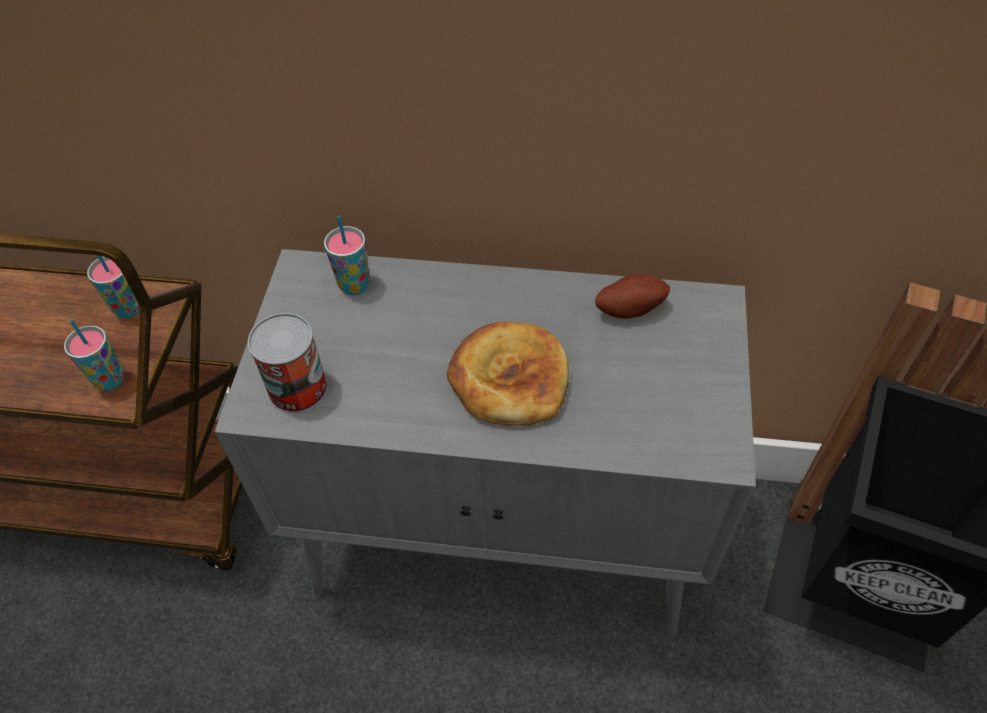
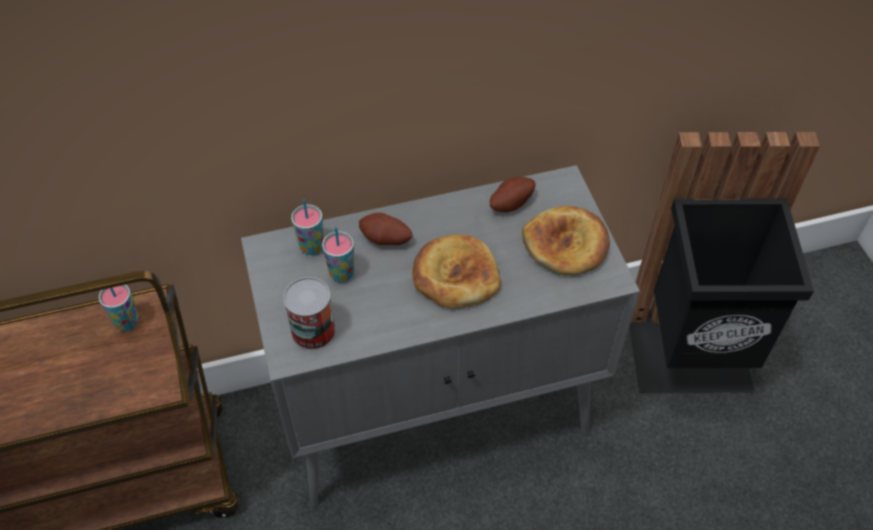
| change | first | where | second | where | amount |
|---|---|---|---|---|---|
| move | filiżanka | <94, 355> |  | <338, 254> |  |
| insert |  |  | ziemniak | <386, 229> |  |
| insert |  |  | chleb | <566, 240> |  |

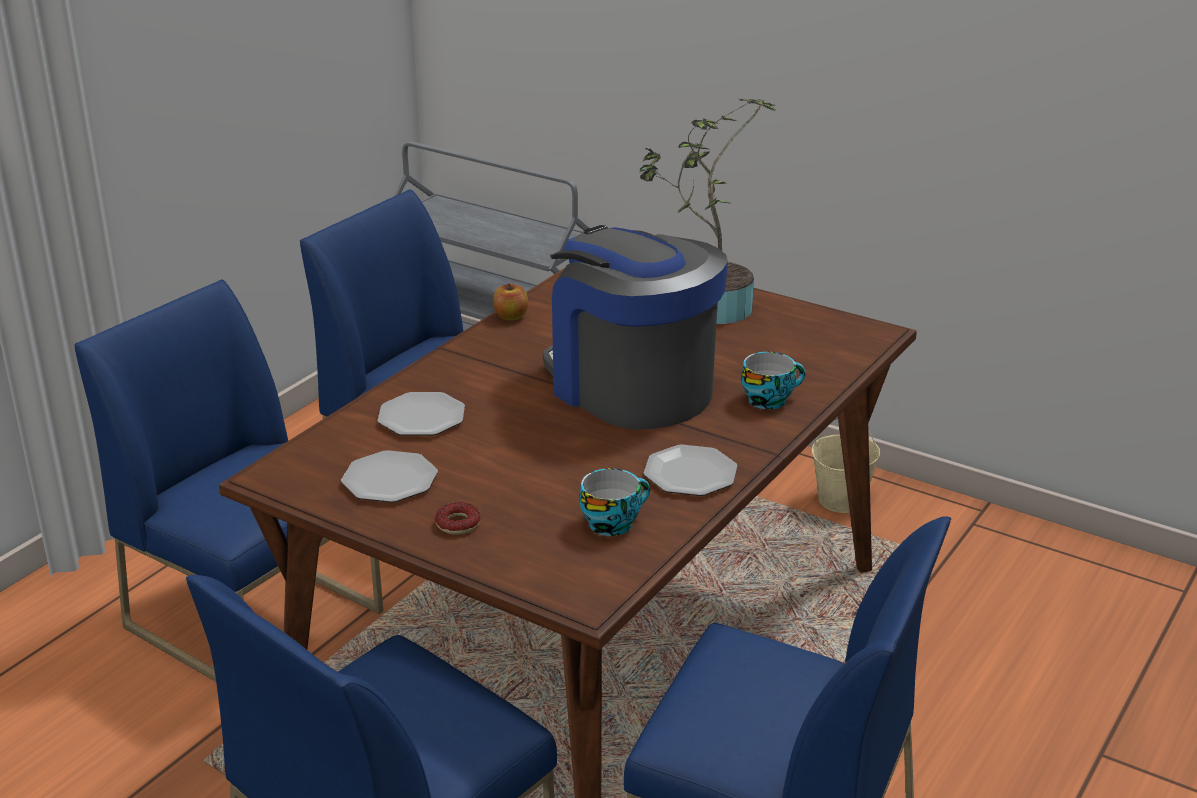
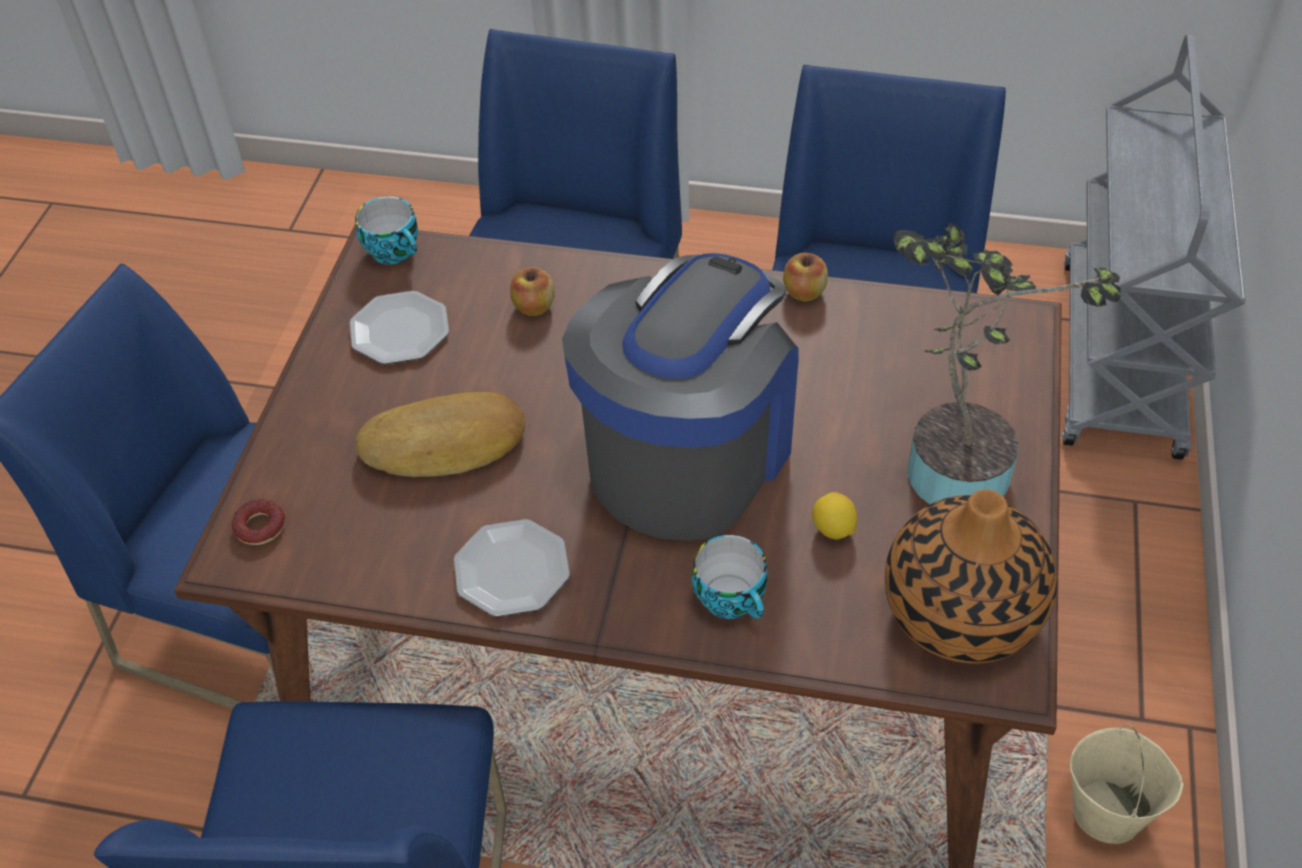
| change | first | where | second | where | amount |
|---|---|---|---|---|---|
| move | donut | <458, 518> |  | <258, 522> |  |
| move | filiżanka | <614, 502> |  | <386, 230> |  |
| insert |  |  | chleb | <440, 434> |  |
| replace | talerz | <421, 414> | jabłko | <532, 291> |  |
| insert |  |  | cytryna | <834, 516> |  |
| insert |  |  | wazon | <971, 576> |  |

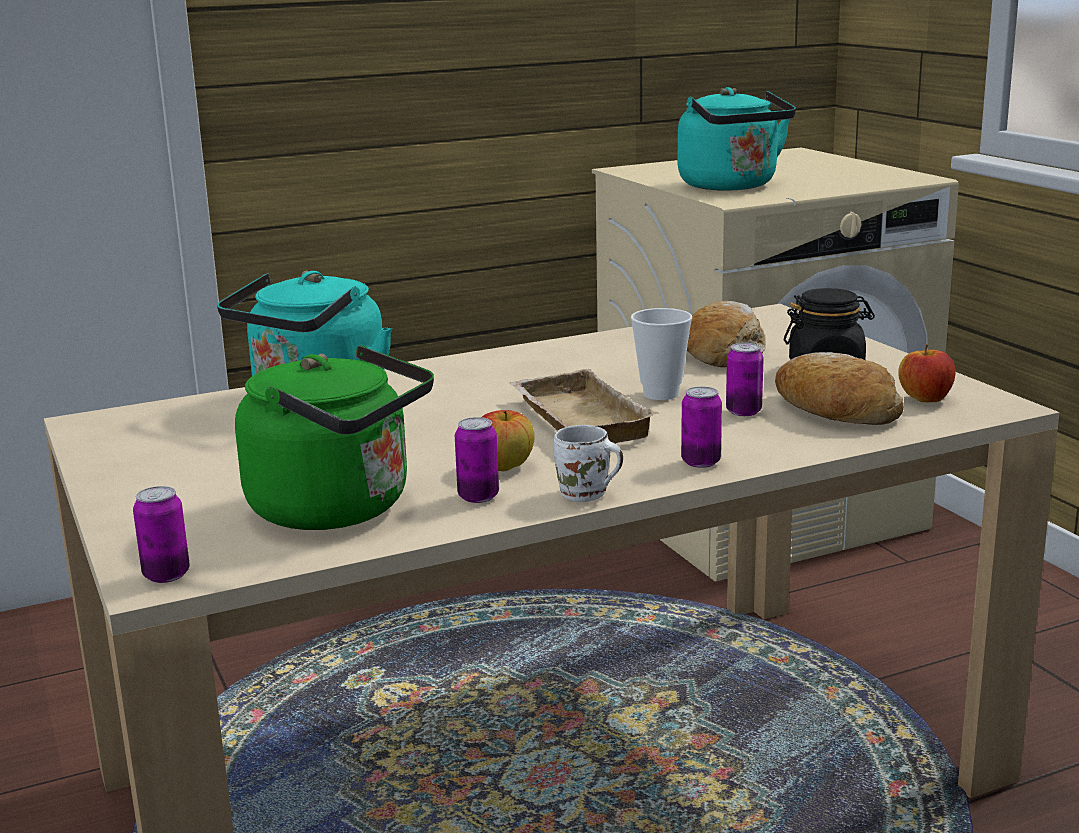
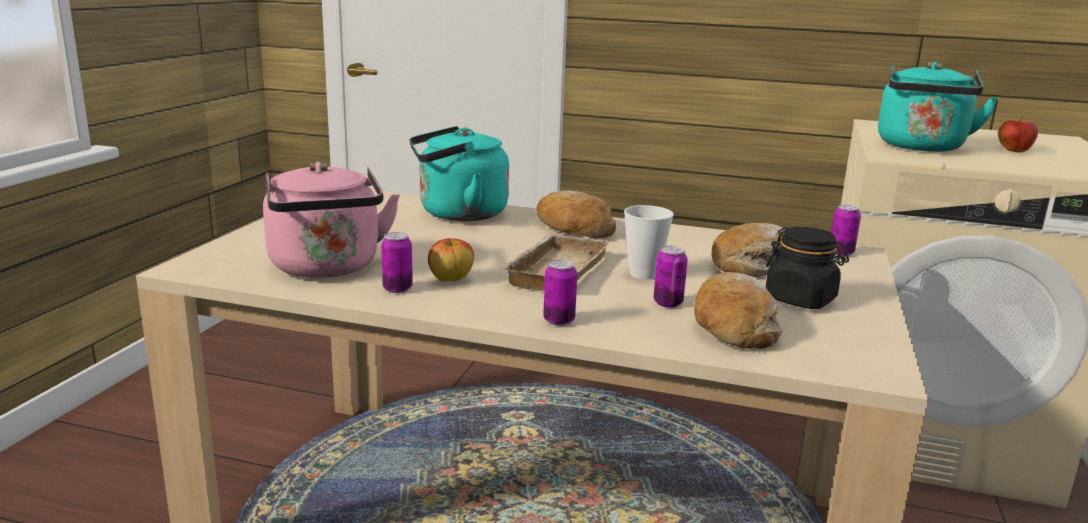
| change | first | where | second | where | amount |
|---|---|---|---|---|---|
| recolor | czajnik (zielony) | <334, 437> | czajnik (różowy) | <331, 220> |  |
| insert |  |  | chleb | <576, 214> |  |
| move | puszka | <161, 534> |  | <846, 230> |  |
| move | jabłko | <926, 373> |  | <1018, 134> |  |
| delete | kubek (biały) | <588, 463> |  |  |  |

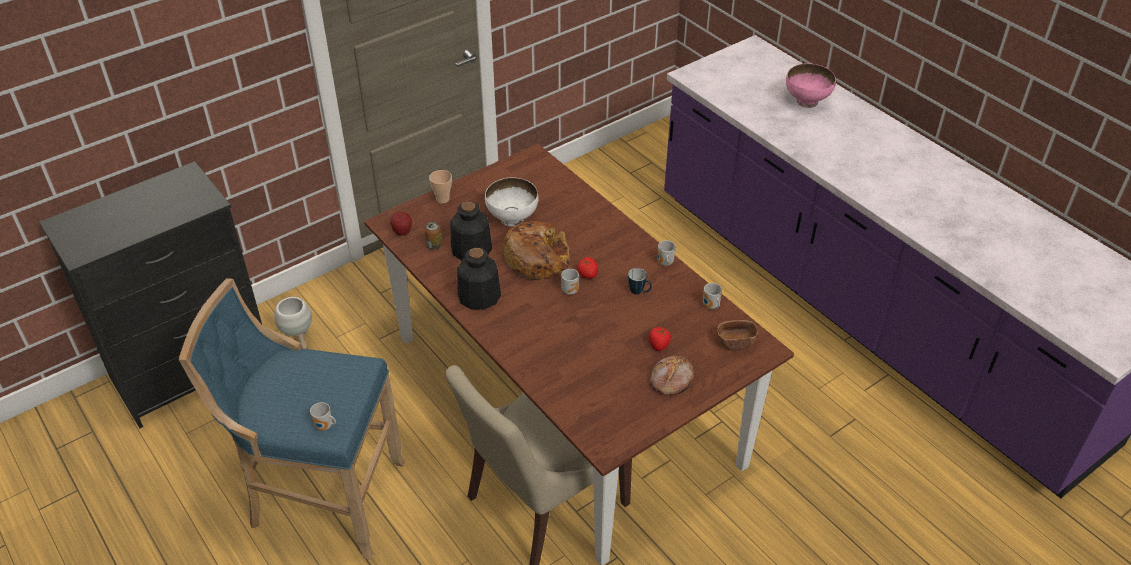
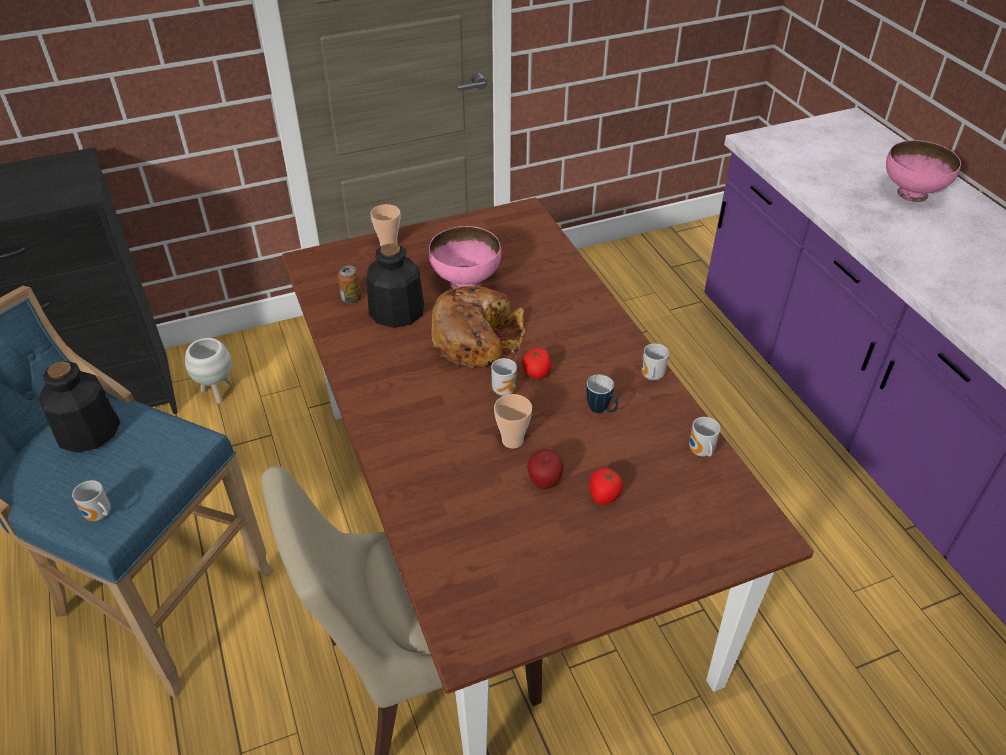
| change | first | where | second | where | amount |
|---|---|---|---|---|---|
| move | butelka | <479, 279> |  | <79, 407> |  |
| recolor | miska (biały) | <512, 201> | miska (różowy) | <464, 257> |  |
| insert |  |  | filiżanka | <513, 421> |  |
| move | jabłko | <401, 224> |  | <545, 469> |  |
| delete | chleb | <672, 375> |  |  |  |
| delete | miska (brązowy) | <737, 335> |  |  |  |

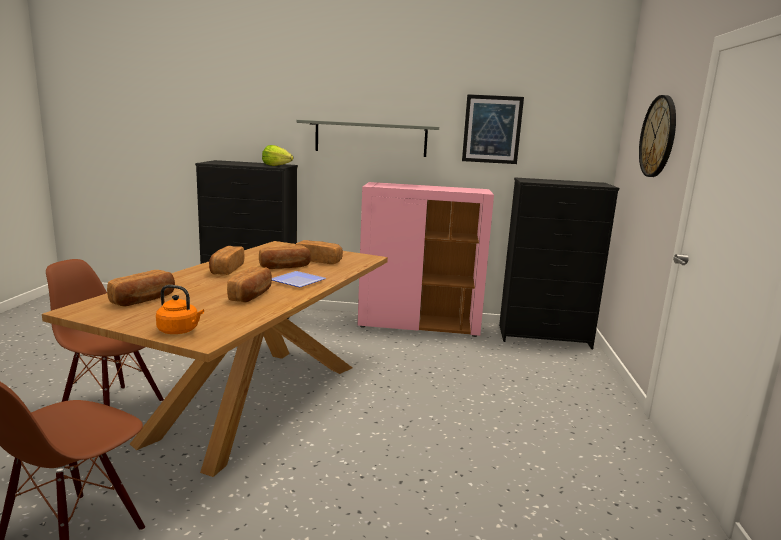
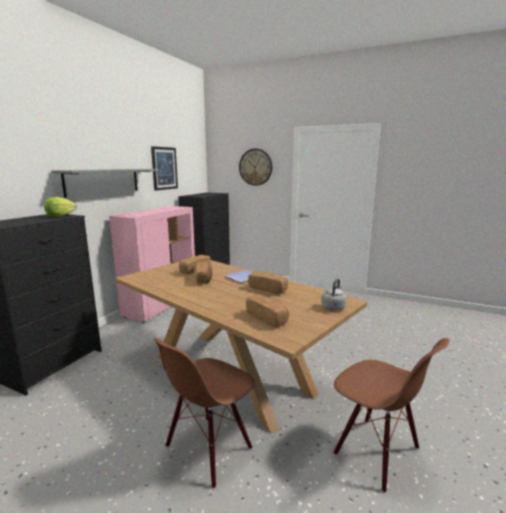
| change | first | where | second | where | amount |
|---|---|---|---|---|---|
| recolor | czajnik (pomarańczowy) | <180, 309> | czajnik (szary) | <334, 294> |  |
| delete | chleb | <226, 260> |  |  |  |

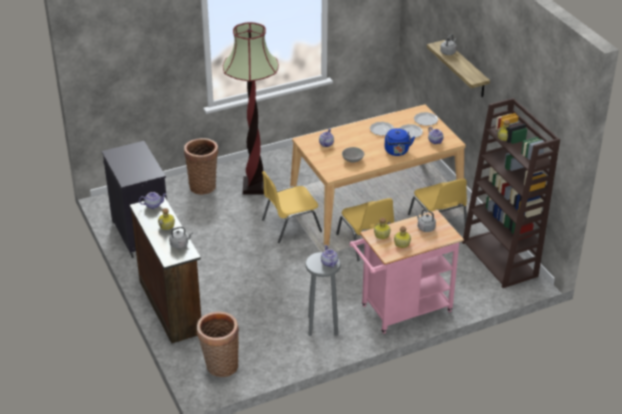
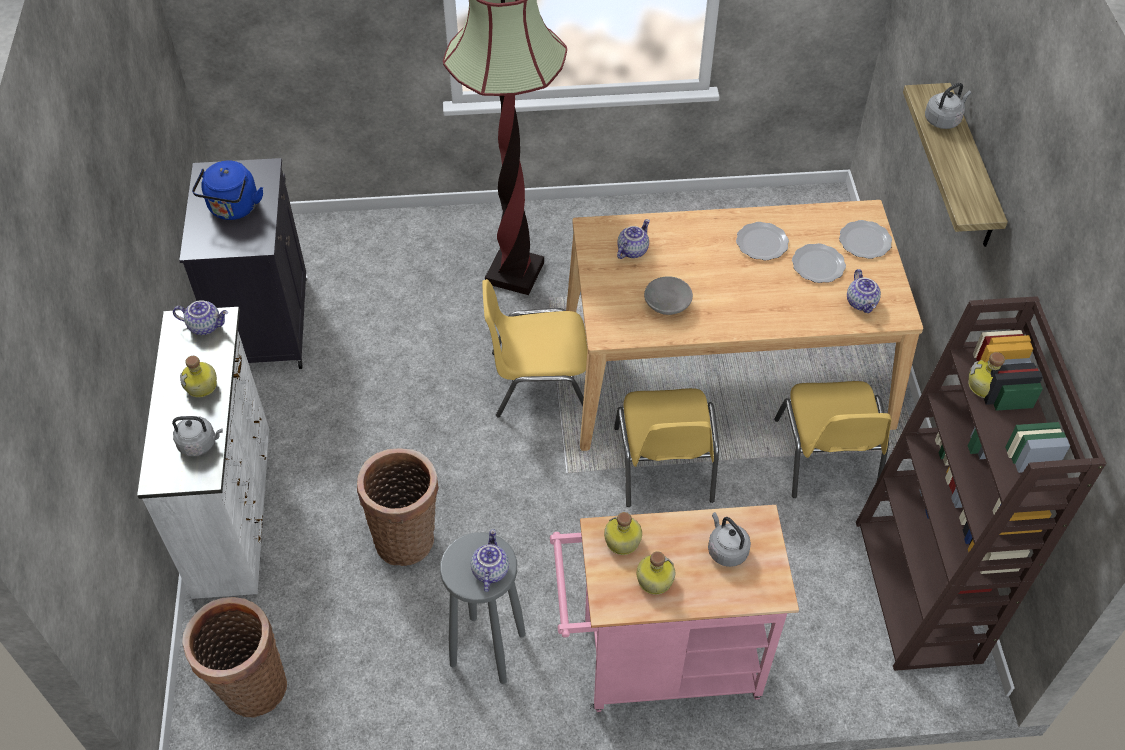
| change | first | where | second | where | amount |
|---|---|---|---|---|---|
| recolor | komoda (brązowy) | <165, 270> | komoda (biały) | <203, 453> |  |
| move | czajnik (niebieski) | <400, 142> |  | <227, 190> |  |
| move | koszyk | <201, 166> |  | <398, 507> |  |

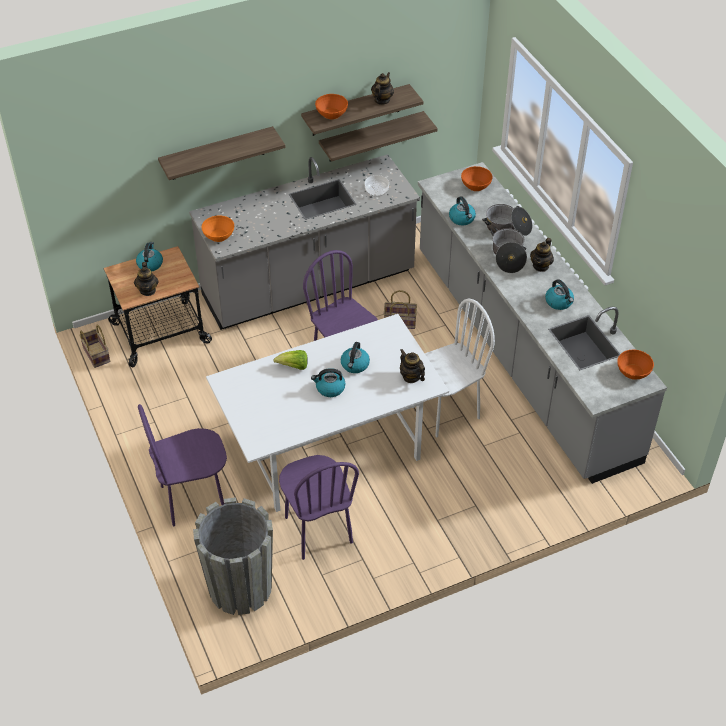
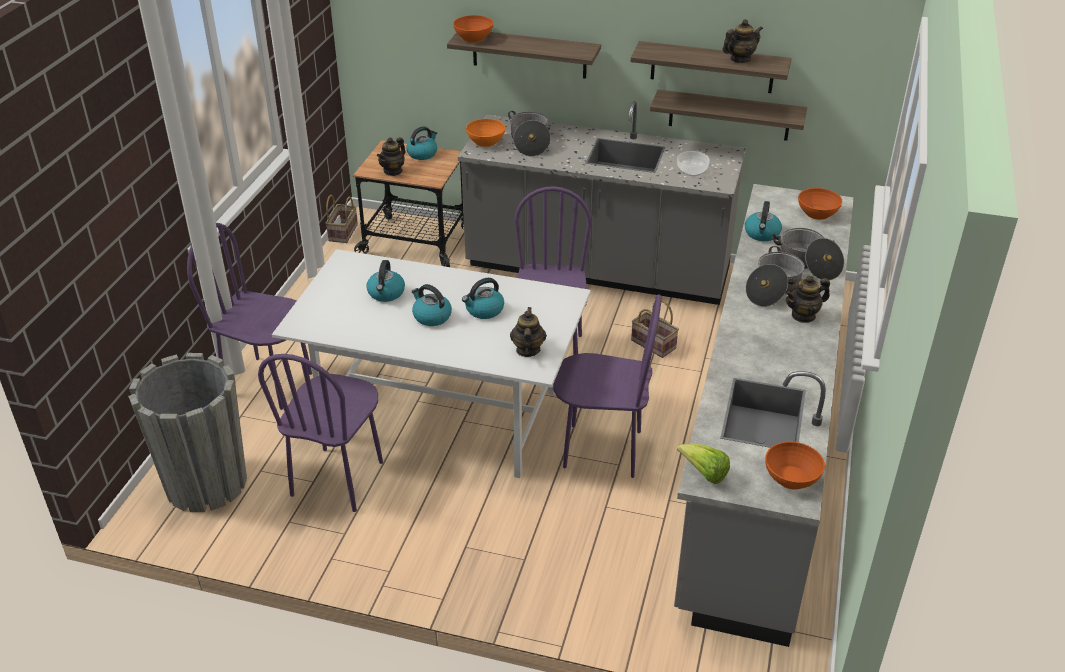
| change | first | where | second | where | amount |
|---|---|---|---|---|---|
| move | czajnik | <559, 294> |  | <385, 281> |  |
| move | miska (pomarańczowy) | <331, 106> |  | <473, 28> |  |
| insert |  |  | garnek | <529, 133> |  |
| recolor | krzesło (biały) | <454, 368> | krzesło (fioletowy) | <607, 386> |  |
| move | sałata | <290, 360> |  | <703, 464> |  |

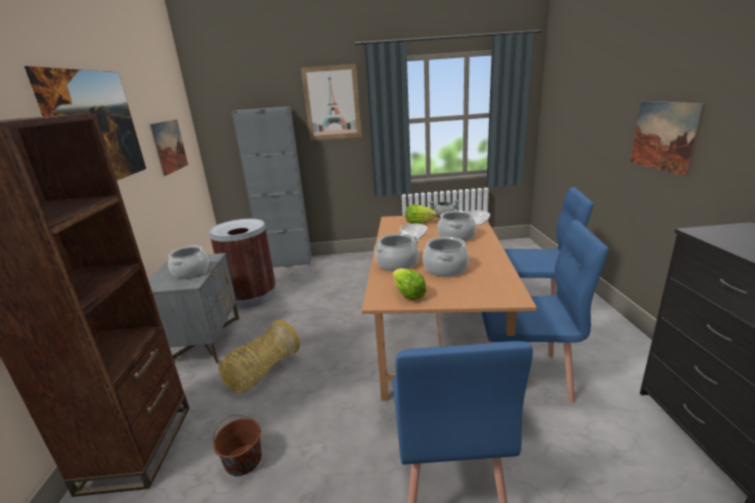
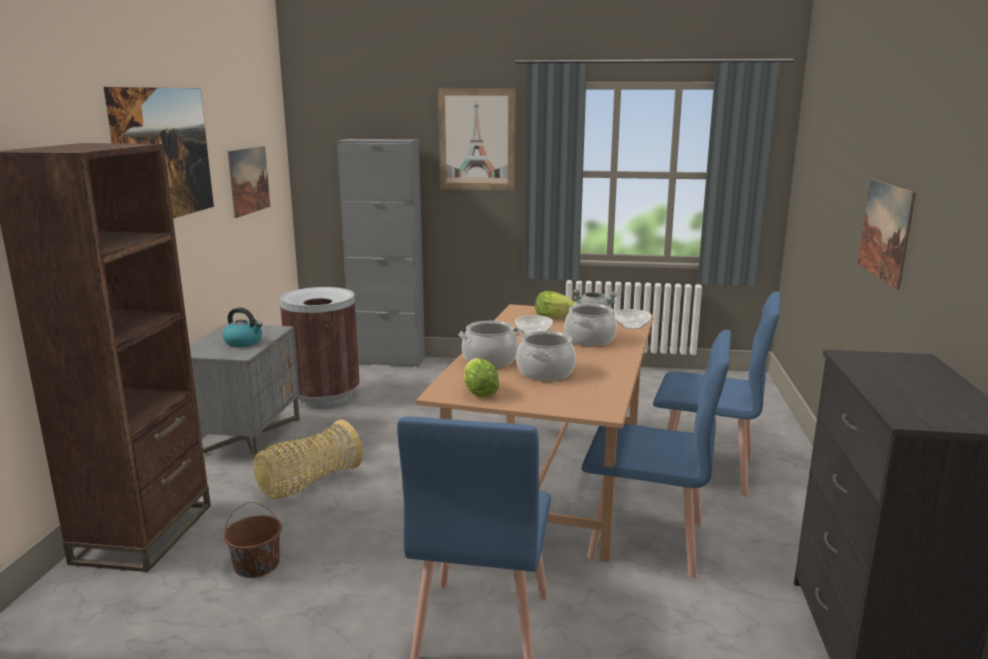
| change | first | where | second | where | amount |
|---|---|---|---|---|---|
| replace | garnek | <188, 262> | czajnik | <242, 327> |  |

